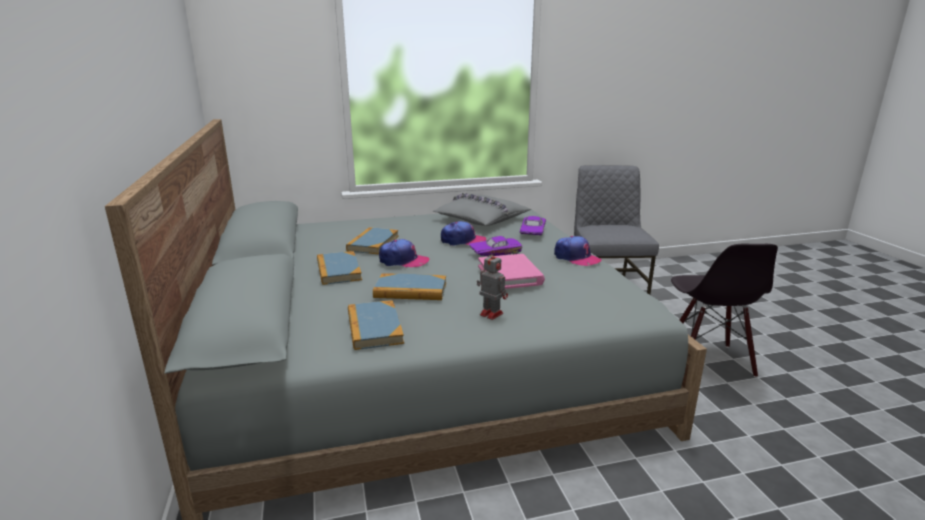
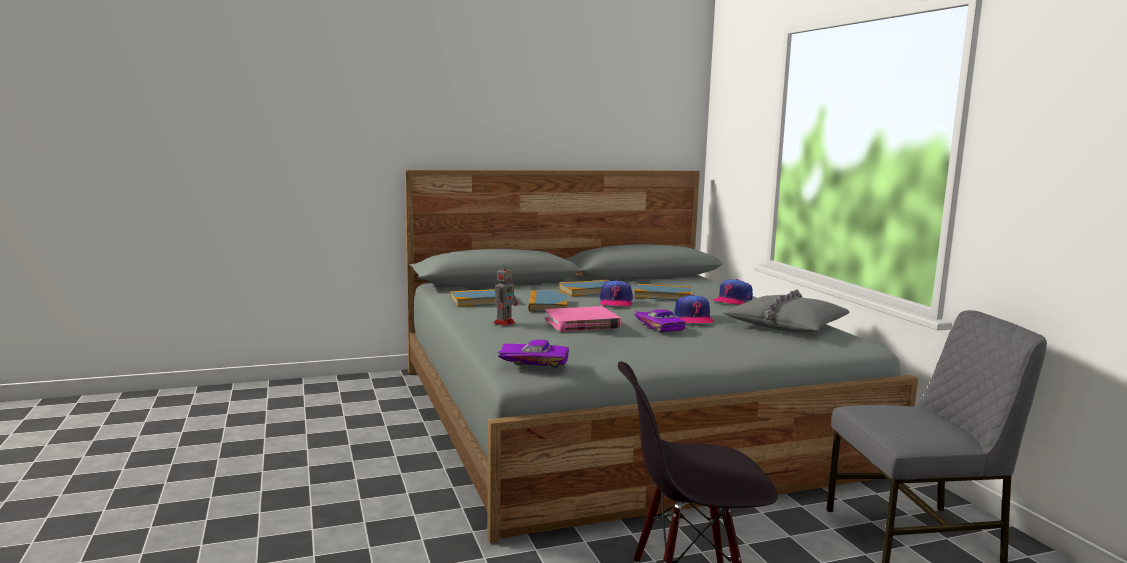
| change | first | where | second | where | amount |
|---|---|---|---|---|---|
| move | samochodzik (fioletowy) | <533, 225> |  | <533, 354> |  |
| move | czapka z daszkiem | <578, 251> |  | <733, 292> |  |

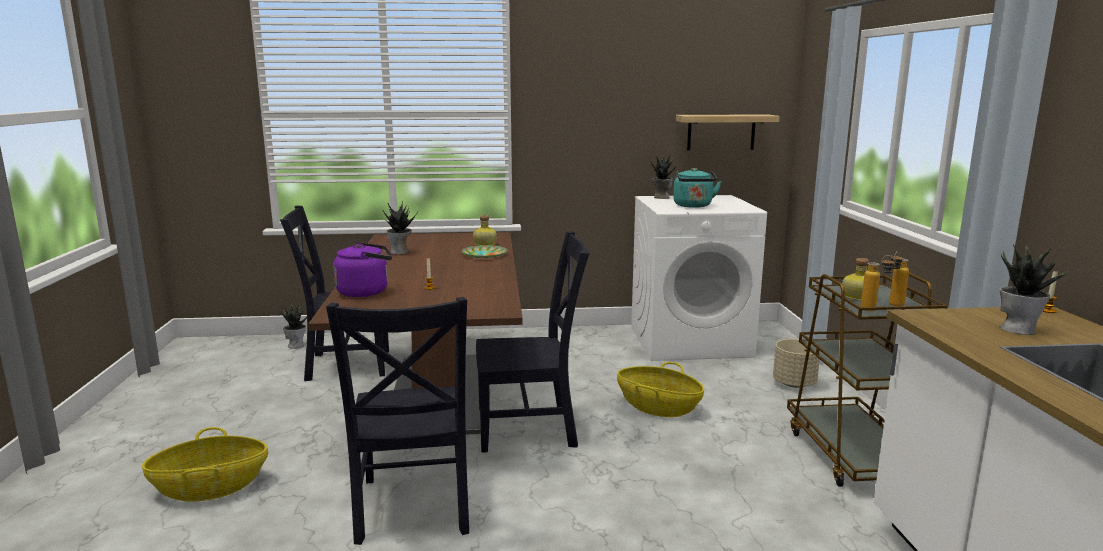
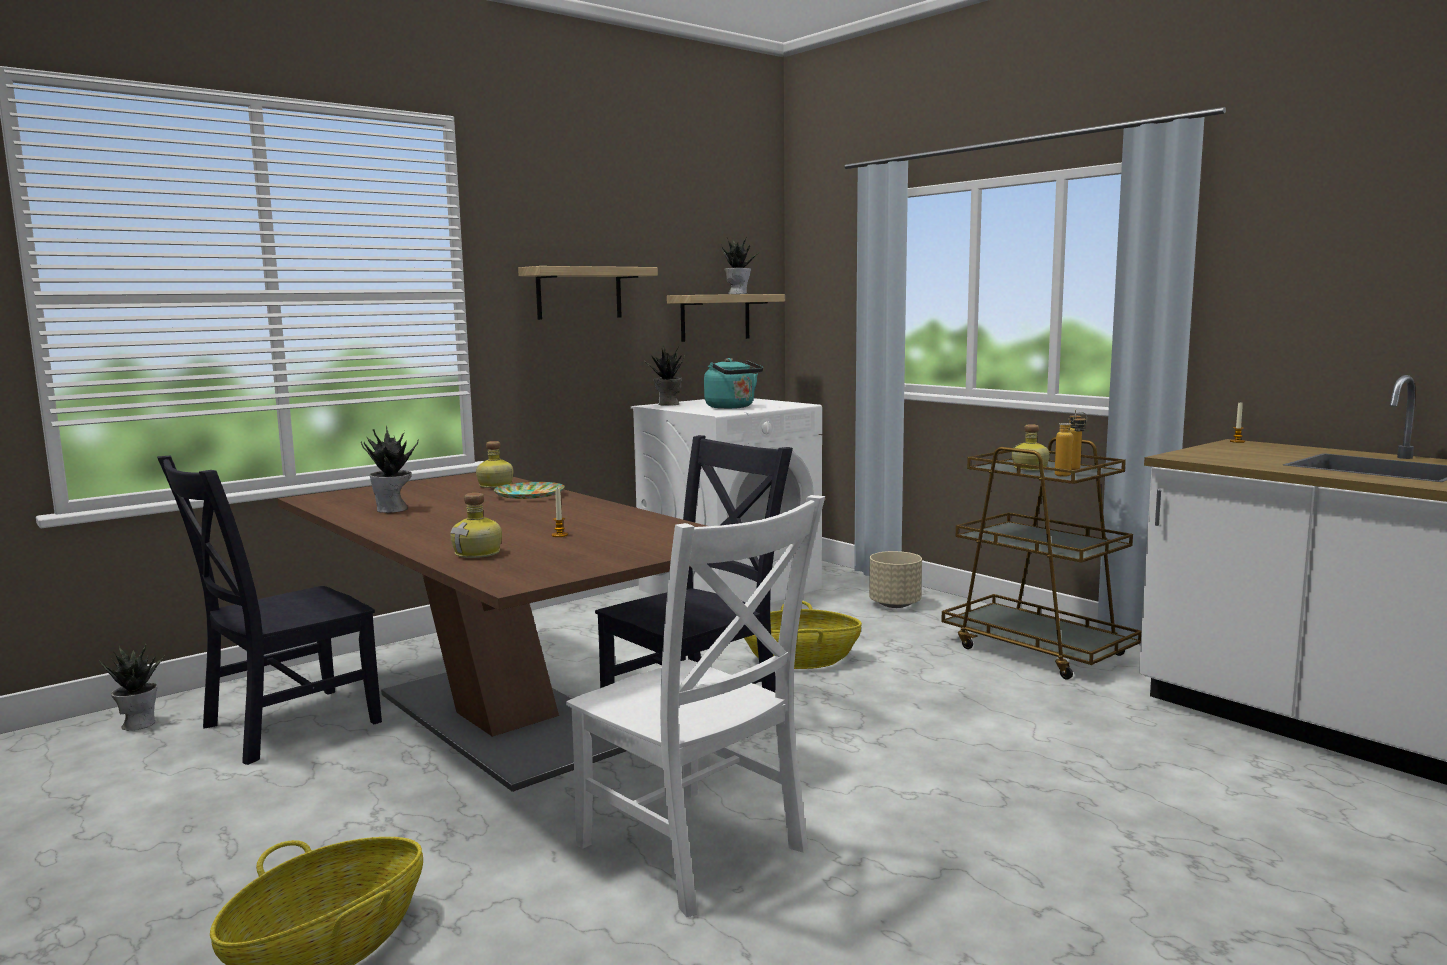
| change | first | where | second | where | amount |
|---|---|---|---|---|---|
| replace | czajnik (fioletowy) | <362, 269> | butelka | <476, 525> |  |
| insert |  |  | półka | <588, 293> |  |
| recolor | krzesło (czarny) | <397, 421> | krzesło (biały) | <695, 706> |  |
| move | roślina doniczkowa | <1036, 289> |  | <739, 265> |  |

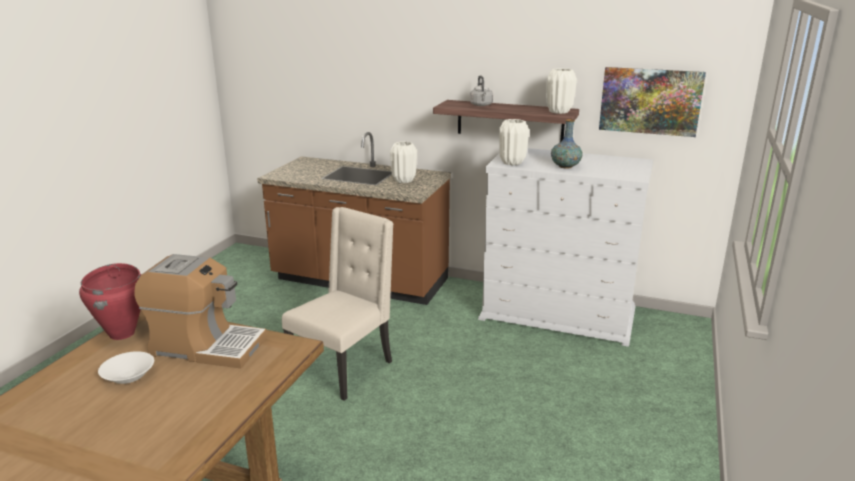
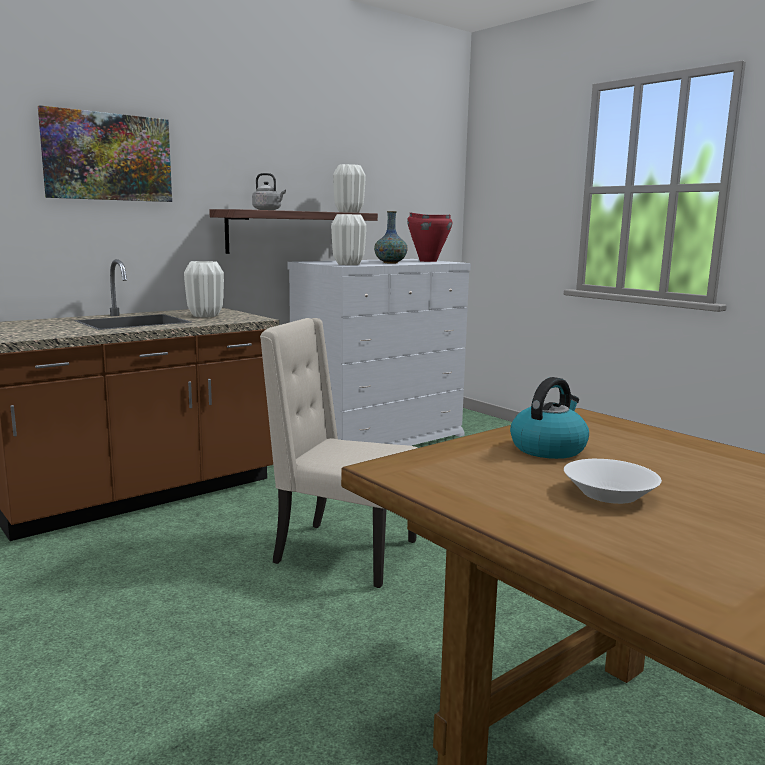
| change | first | where | second | where | amount |
|---|---|---|---|---|---|
| move | obraz | <652, 102> |  | <105, 153> |  |
| rotate | krzesło (beżowy) | <338, 304> |  | <339, 453> | 45 degrees counterclockwise |
| move | garnek (czerwony) | <110, 301> |  | <429, 237> |  |
| replace | ekspres do kawy | <201, 311> | czajnik | <549, 418> |  |

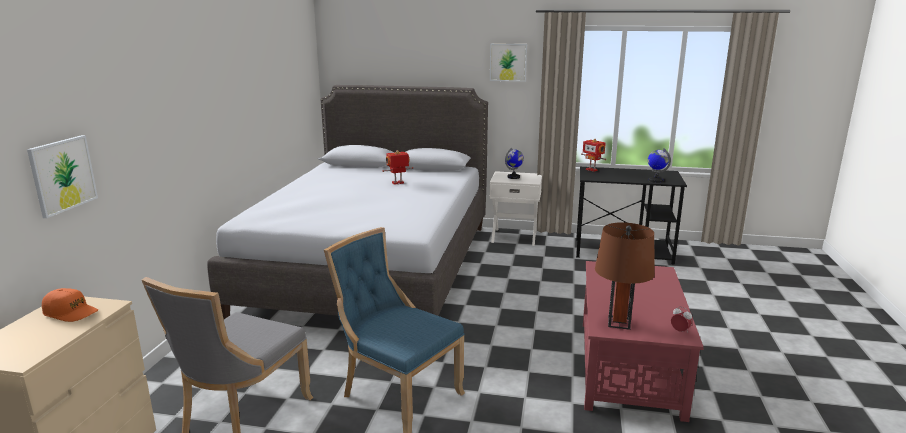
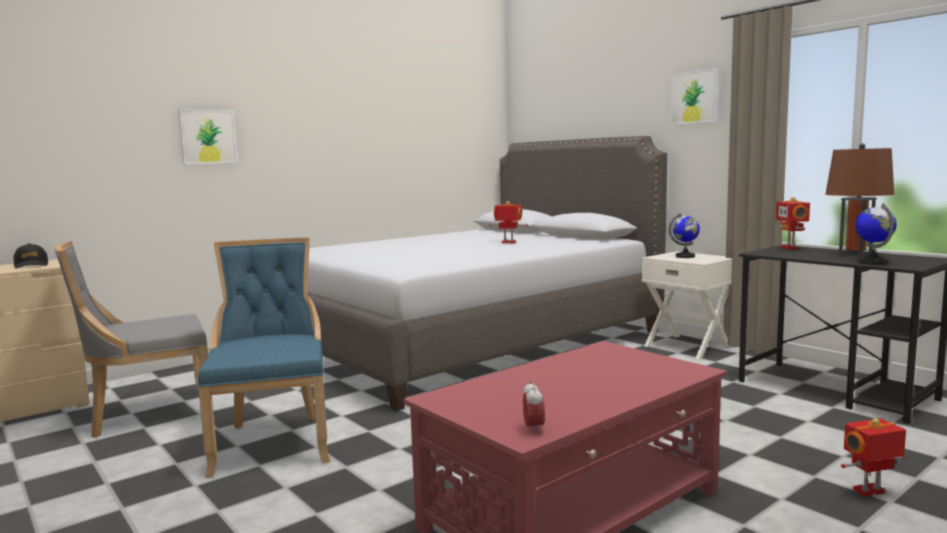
| change | first | where | second | where | amount |
|---|---|---|---|---|---|
| recolor | czapka z daszkiem (pomarańczowy) | <70, 305> | czapka z daszkiem (czarny) | <31, 255> |  |
| move | obraz | <62, 176> |  | <208, 136> |  |
| move | lampa stołowa (brązowy) | <625, 276> |  | <860, 199> |  |
| insert |  |  | robot zabawkowy | <873, 457> |  |

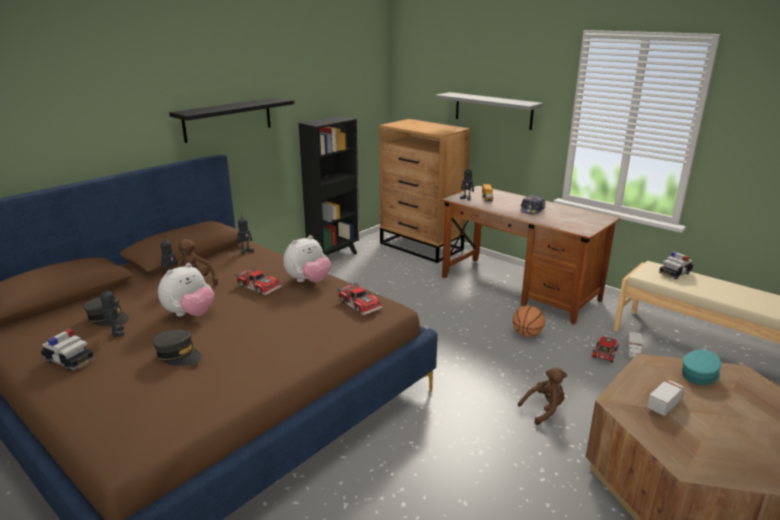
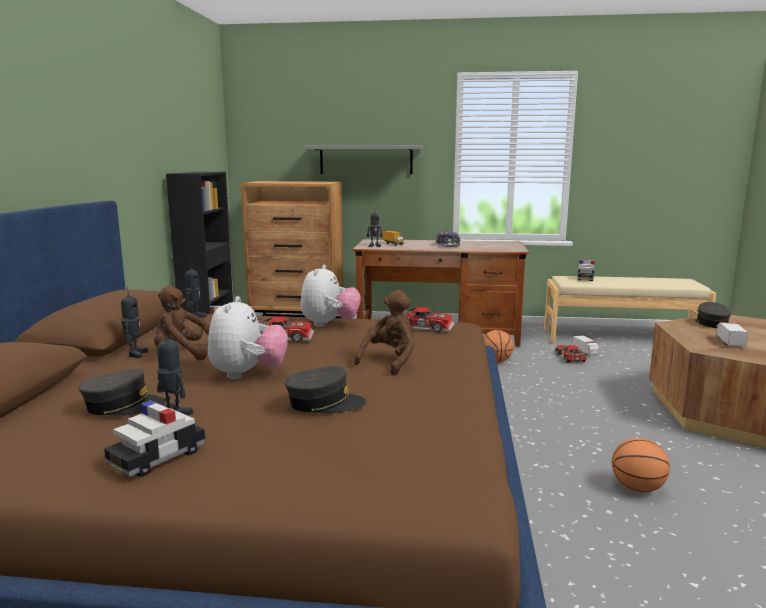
| change | first | where | second | where | amount |
|---|---|---|---|---|---|
| rotate | samochodzik | <67, 350> |  | <154, 438> | 135 degrees clockwise |
| move | pluszak (brązowy) | <542, 396> |  | <384, 332> |  |
| insert |  |  | piłka do koszykówki | <641, 465> |  |
| recolor | czapka z daszkiem (turkusowy) | <701, 367> | czapka z daszkiem (szary) | <713, 315> |  |
| delete | półka (czarny) | <231, 120> |  |  |  |

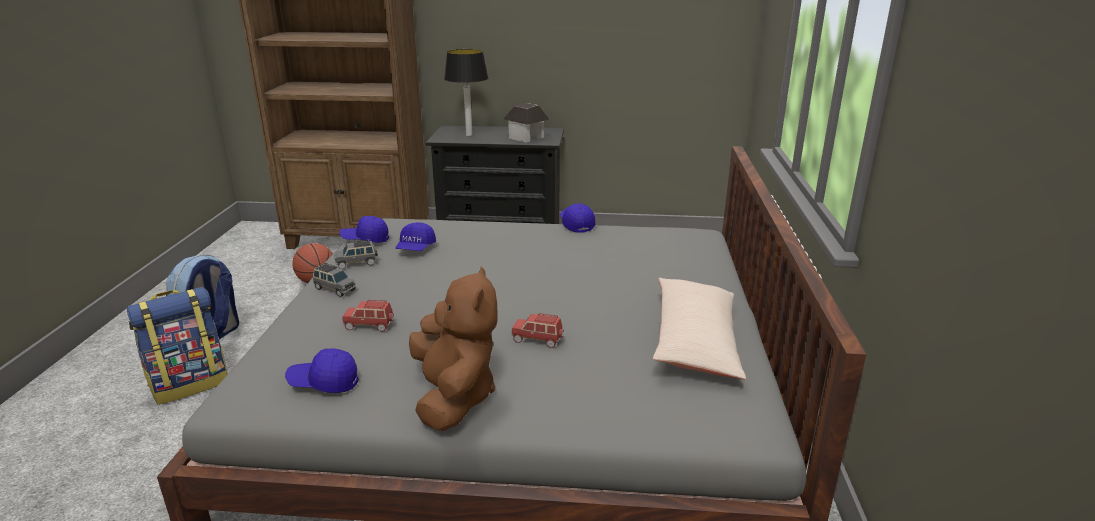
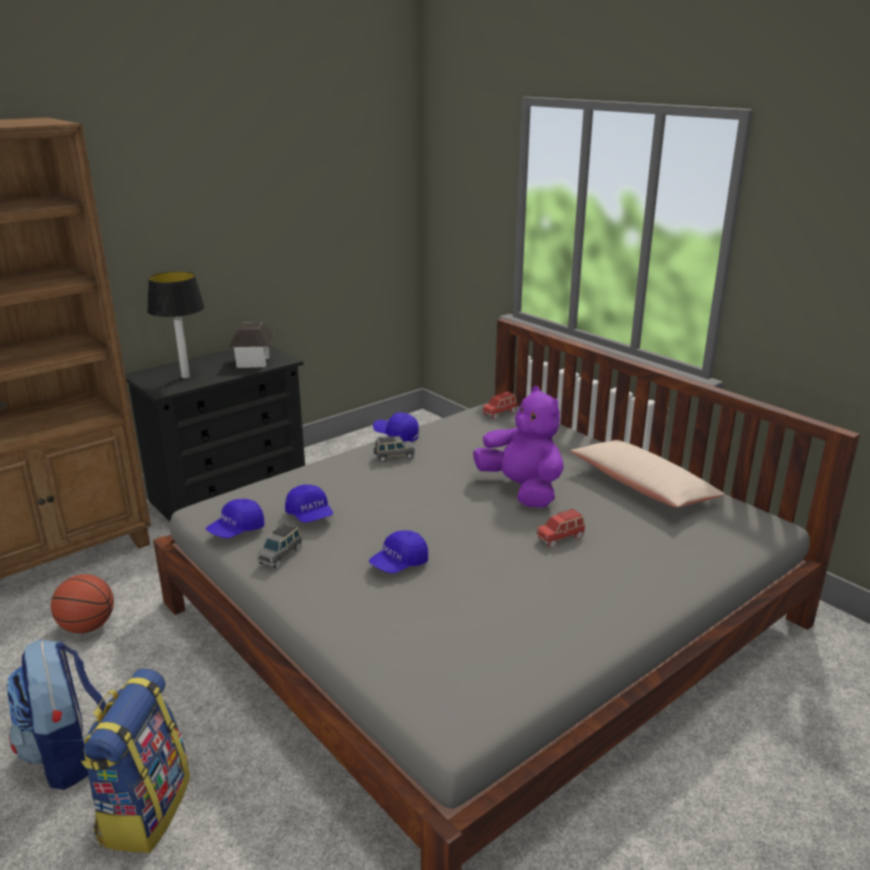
| change | first | where | second | where | amount |
|---|---|---|---|---|---|
| move | czapka z daszkiem (niebieski) | <322, 371> |  | <398, 552> |  |
| move | samochodzik (szary) | <334, 280> |  | <394, 449> |  |
| insert |  |  | pluszak (fioletowy) | <518, 447> |  |
| move | samochodzik (czerwony) | <368, 316> |  | <500, 405> |  |
| delete | pluszak (brązowy) | <453, 349> |  |  |  |

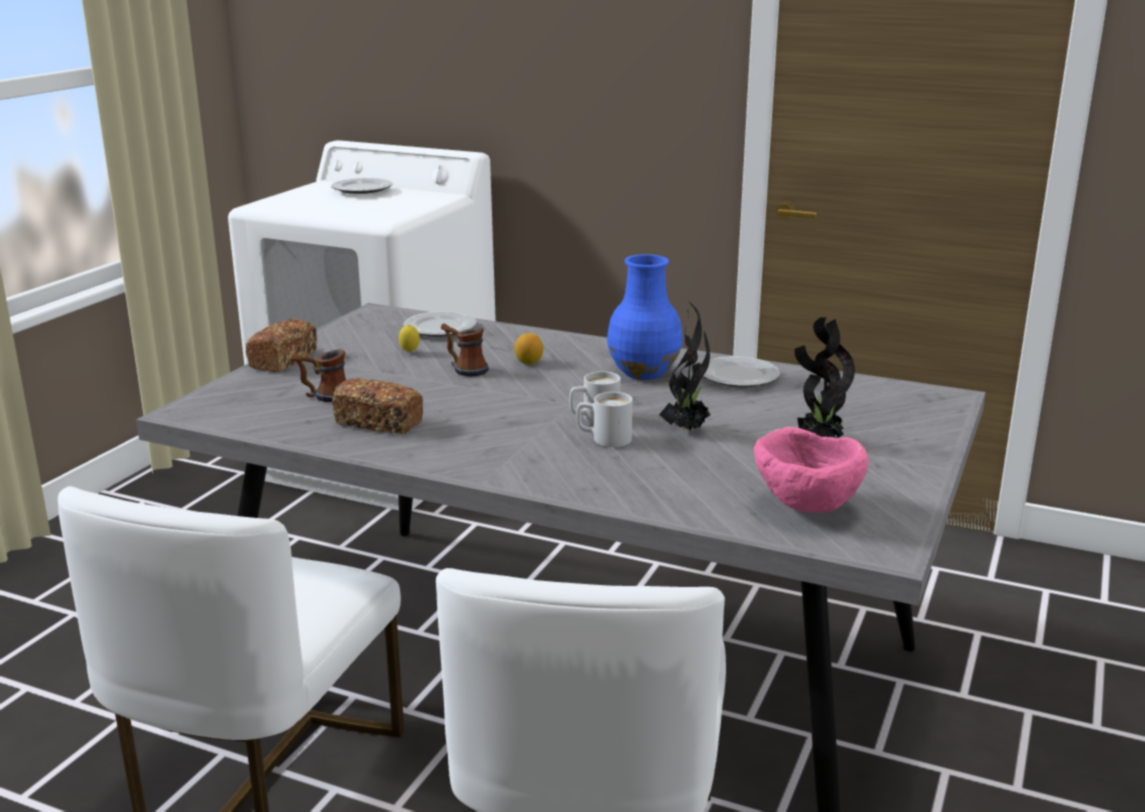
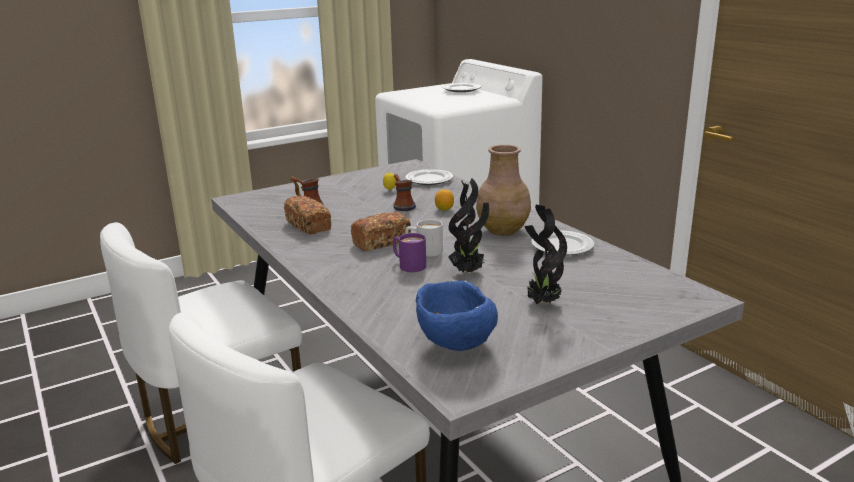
| change | first | where | second | where | amount |
|---|---|---|---|---|---|
| move | chleb | <281, 345> |  | <381, 231> |  |
| recolor | kubek (biały) | <604, 419> | kubek (fioletowy) | <409, 252> |  |
| recolor | miska (różowy) | <811, 469> | miska (niebieski) | <457, 315> |  |
| recolor | wazon (niebieski) | <644, 317> | wazon (brązowy) | <503, 190> |  |

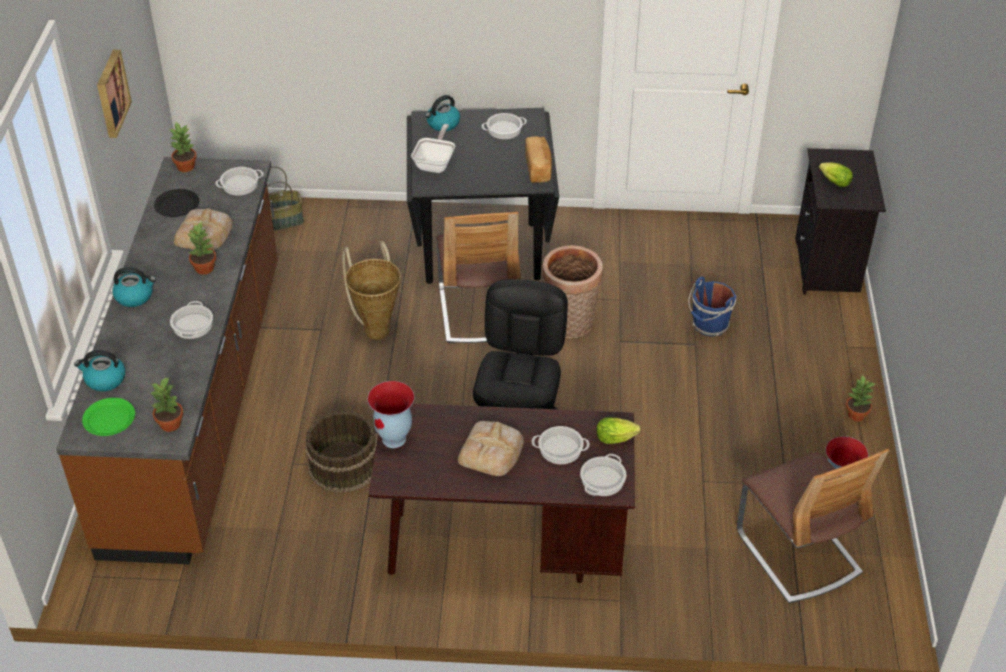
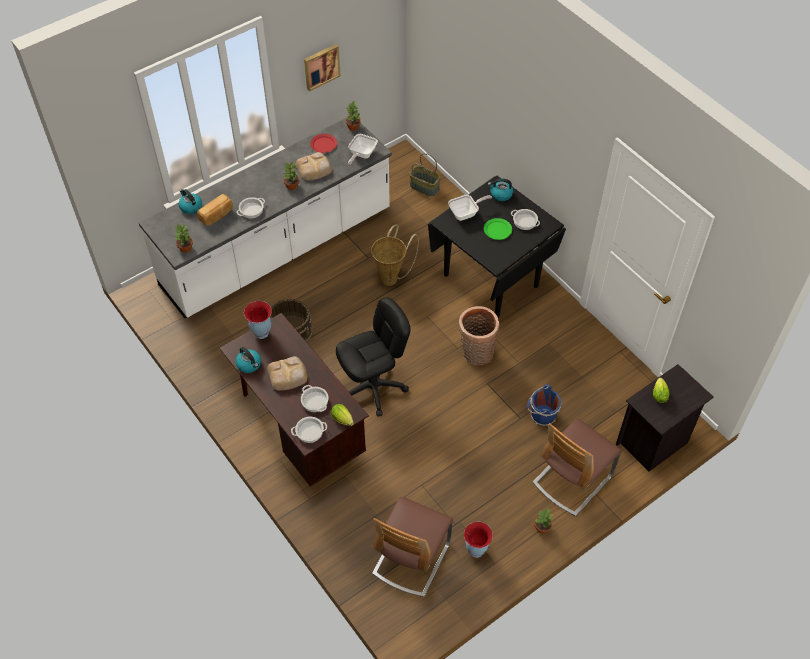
| change | first | where | second | where | amount |
|---|---|---|---|---|---|
| recolor | zabudowa kuchenna (brązowy) | <167, 360> | zabudowa kuchenna (biały) | <265, 218> |  |
| move | chleb | <538, 159> |  | <215, 210> |  |
| move | czajnik | <134, 287> |  | <248, 360> |  |
| recolor | talerz (czarny) | <176, 203> | talerz (czerwony) | <323, 143> |  |
| replace | garnek | <239, 181> | patelnia | <363, 149> |  |
| move | talerz (zielony) | <108, 417> |  | <498, 229> |  |
| move | krzesło | <479, 277> |  | <577, 467> |  |

